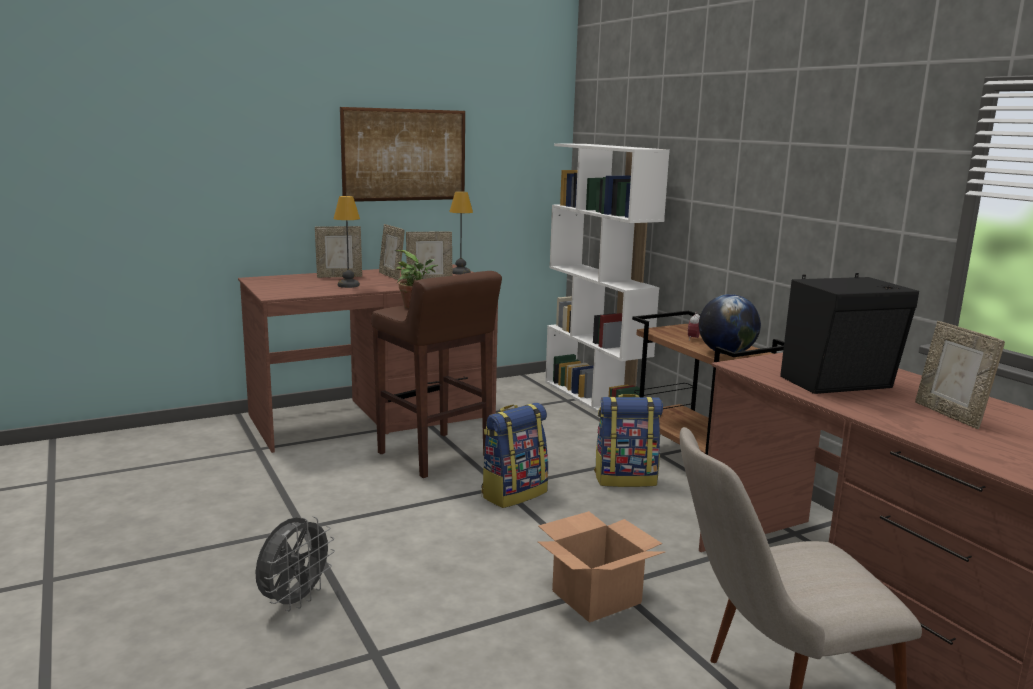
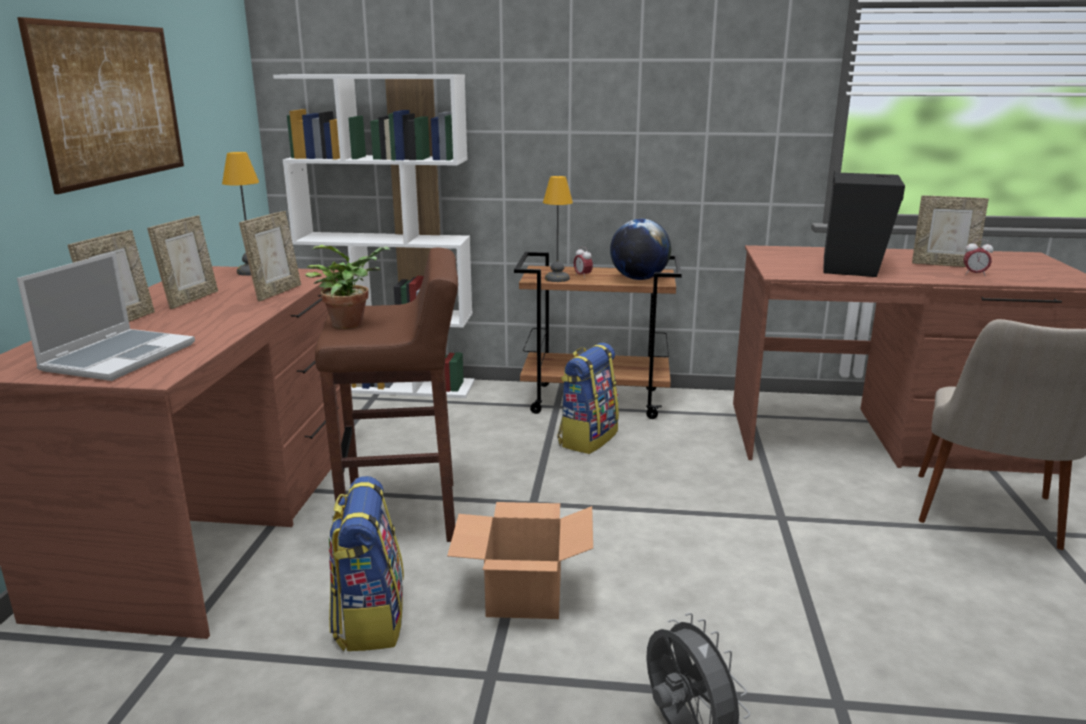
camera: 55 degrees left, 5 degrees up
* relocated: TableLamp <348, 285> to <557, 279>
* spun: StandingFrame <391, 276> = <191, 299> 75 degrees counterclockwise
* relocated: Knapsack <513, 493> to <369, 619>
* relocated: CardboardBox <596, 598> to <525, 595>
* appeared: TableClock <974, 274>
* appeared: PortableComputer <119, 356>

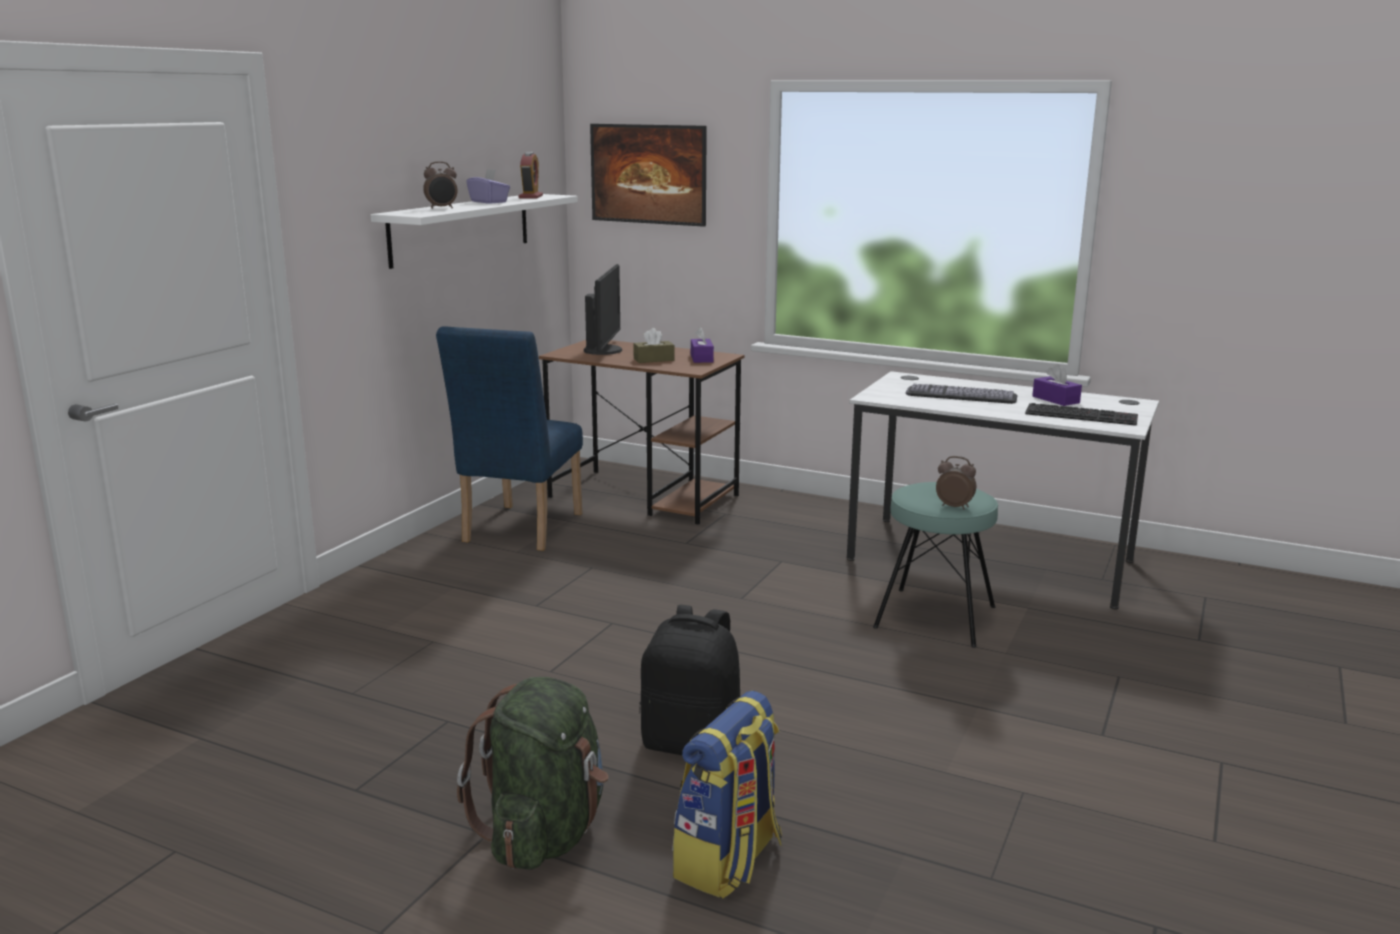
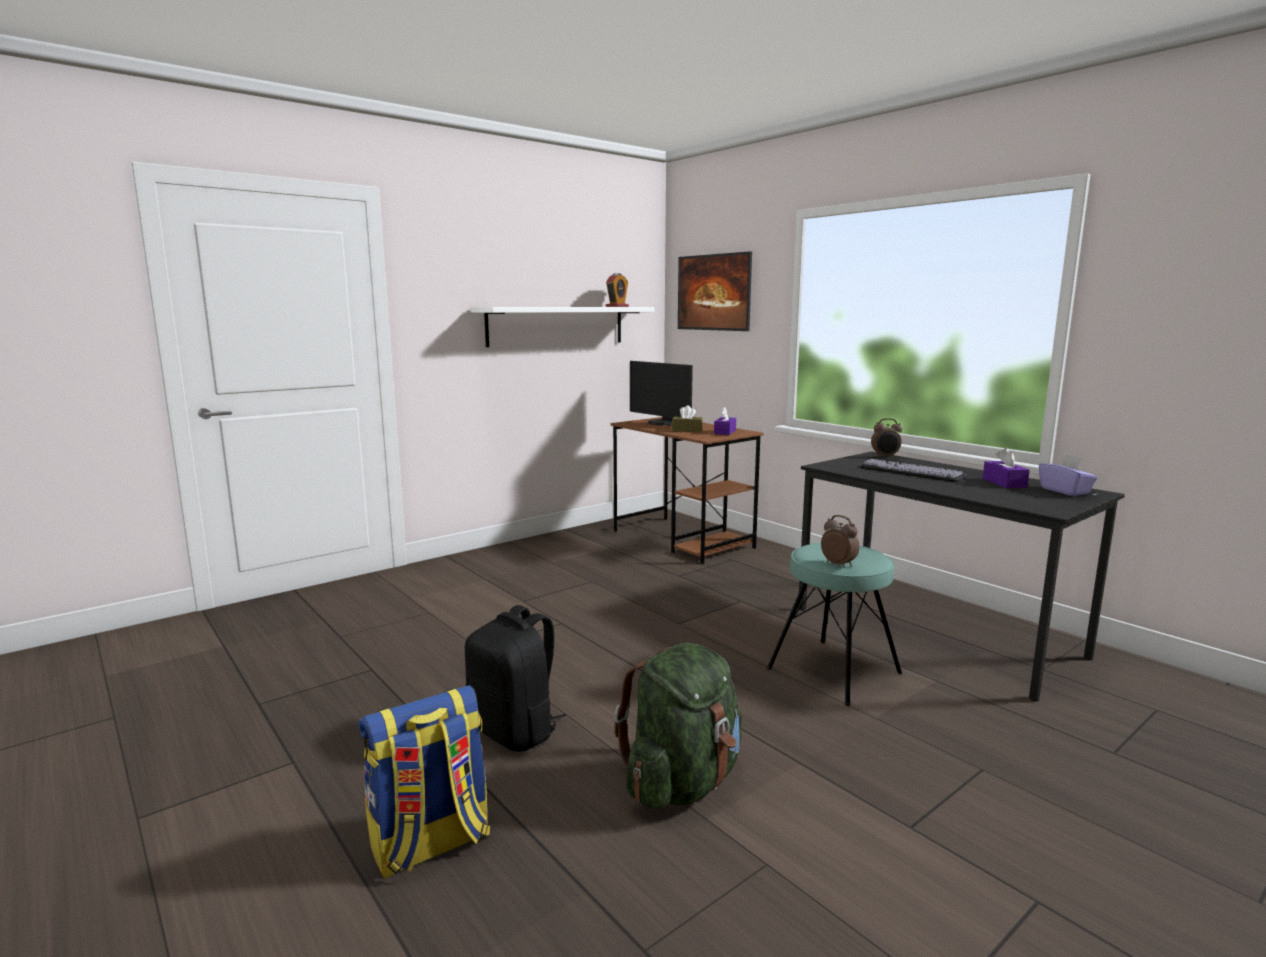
camera: 25 degrees right, 5 degrees down
* relocated: TableClock <442, 208> to <885, 457>
* relocated: PurplishTissueHolder <489, 202> to <1065, 491>
* spun: ComputerScreen <604, 350> = <661, 423> 105 degrees clockwise
* missing: BlueColouredChair <518, 531>
* colour: WhitishDesk <990, 560> to BlackishDesk <934, 632>
* missing: PcKeyboard <1082, 415>
* relocated: GreenColouredKnapsack <544, 834> to <682, 782>

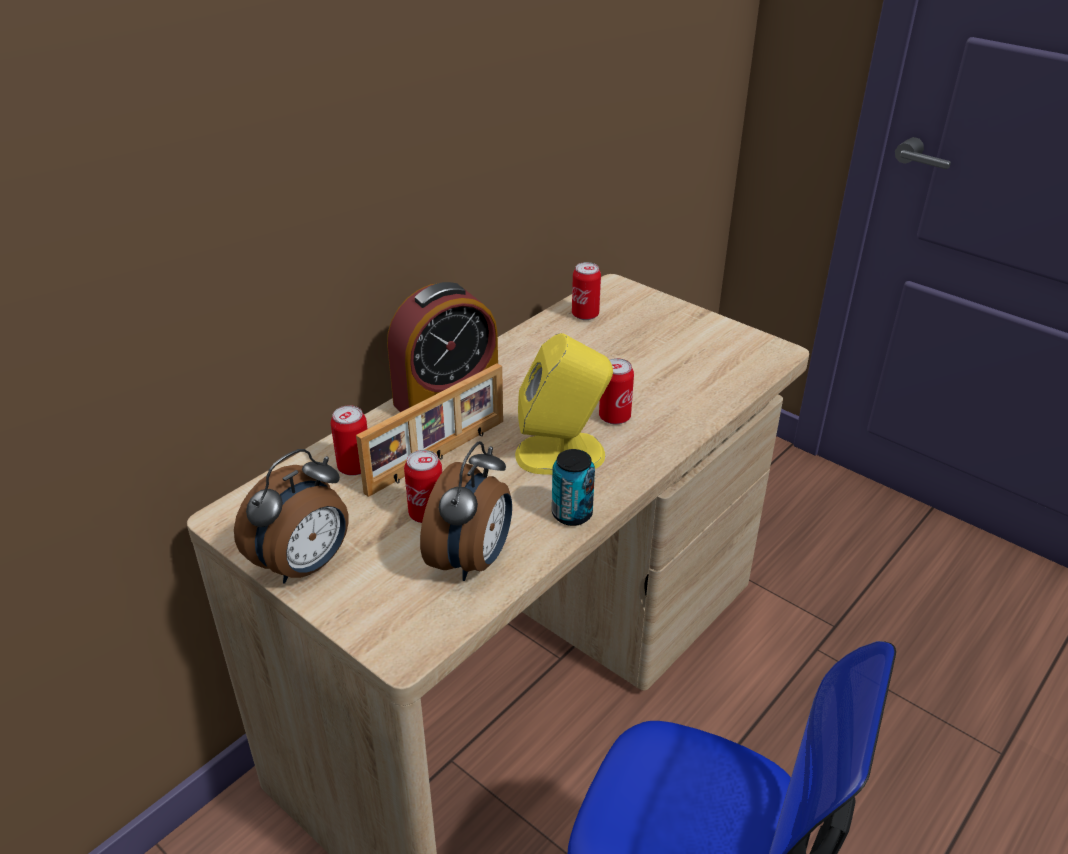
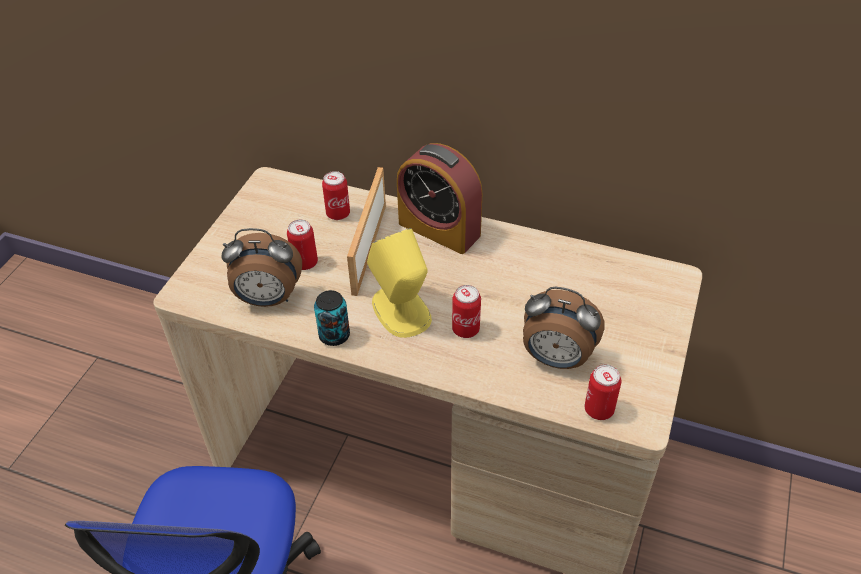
camera: 70 degrees right, 10 degrees up
* relocated: Can <585, 315> to <599, 409>
* spun: StandingFrame <438, 457> = <367, 248> 75 degrees clockwise
* relocated: TableClock <305, 566> to <556, 359>

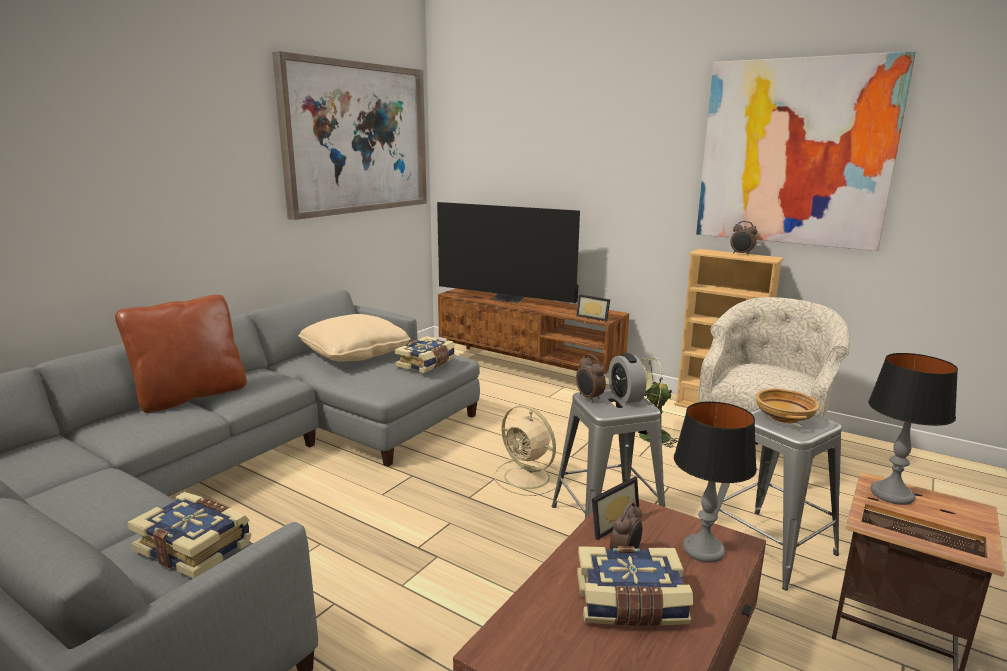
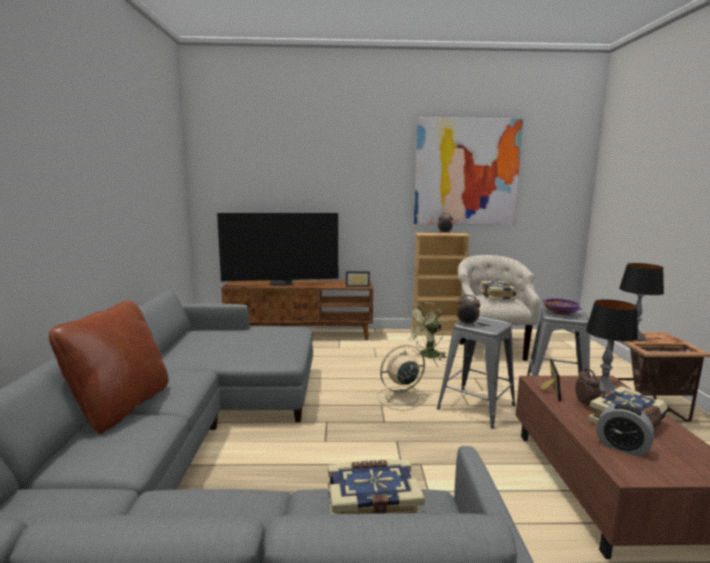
camera: 35 degrees left, 5 degrees down
* missing: Picture <357, 138>
* missing: BeigeColouredCushion <355, 354>
* relocated: BoundBook <427, 363> to <497, 297>
* relocated: TableClock <625, 396> to <622, 447>
* colour: BeigeColouredBowl <784, 417> to PurplishBowl <560, 313>
* spun: BeigeColouredFan <528, 478> = <400, 398> 150 degrees clockwise

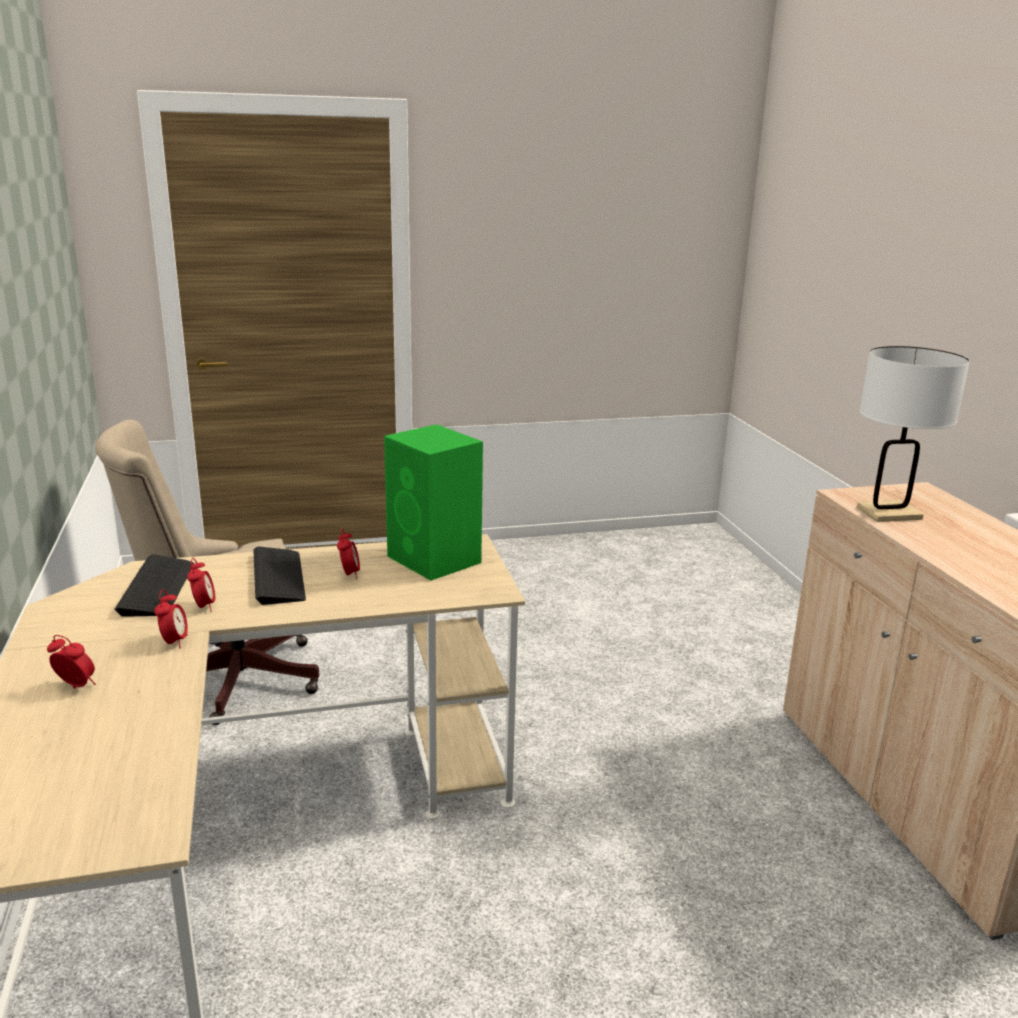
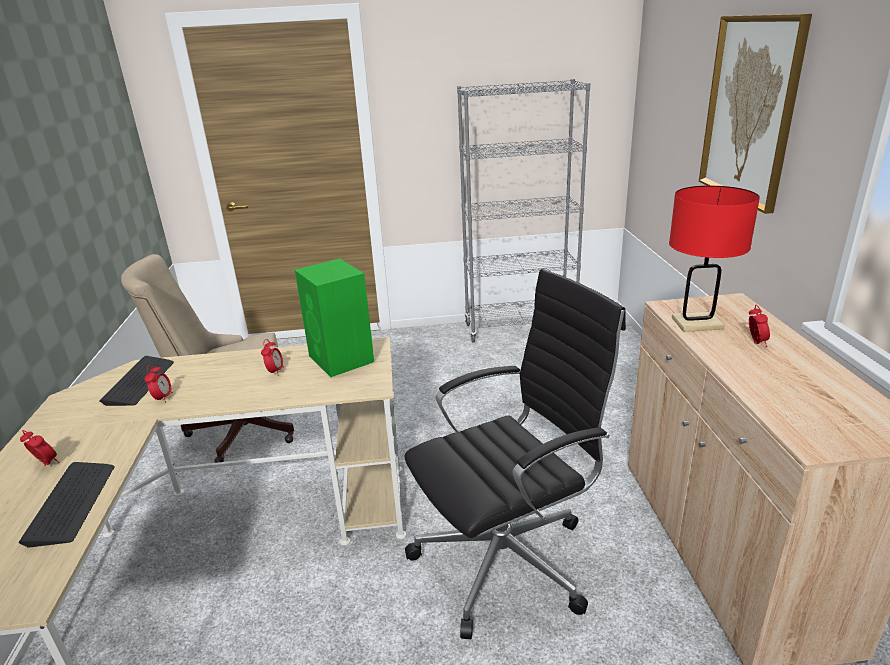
camera: 10 degrees right, 5 degrees up
* colour: WhitishTableLamp <889, 513> to RedTableLamp <697, 323>
* relocated: PcKeyboard <278, 577> to <72, 503>
* relocated: TableClock <174, 642> to <755, 343>
* appeared: Picture <750, 110>
* appeared: GreyBookshelf <520, 329>
* appeared: BlackishOfficeChair <508, 559>

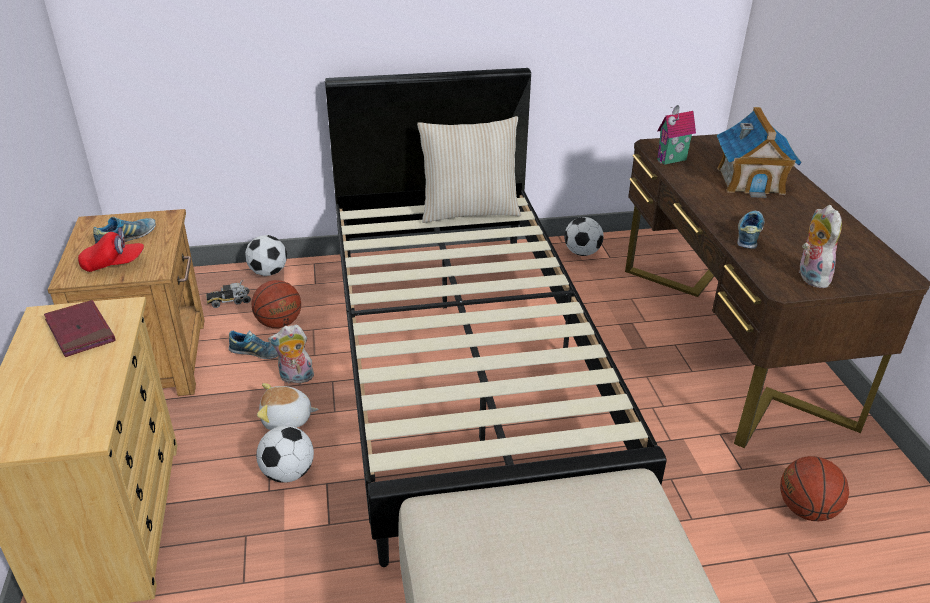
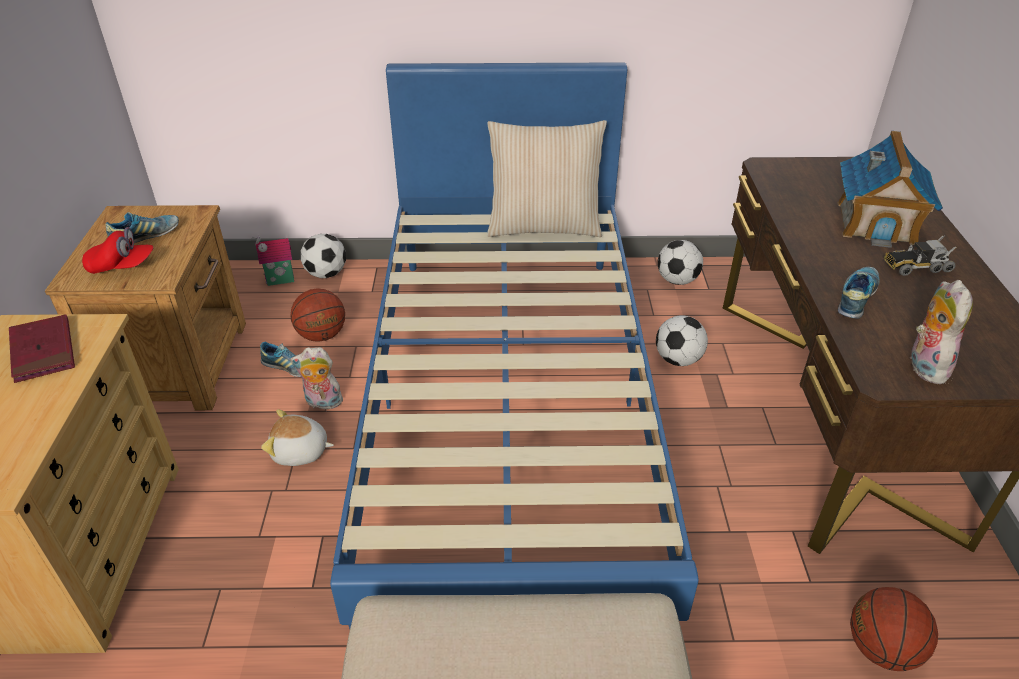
camera: 10 degrees right, 5 degrees up
* colour: BlackishSleepingBed <464, 366> to BlueColouredSleepingBed <509, 408>
* relocated: ModelHouse <672, 161> to <280, 281>
* relocated: ToyLorry <229, 301> to <916, 267>
* relocated: Football <288, 473> to <678, 359>

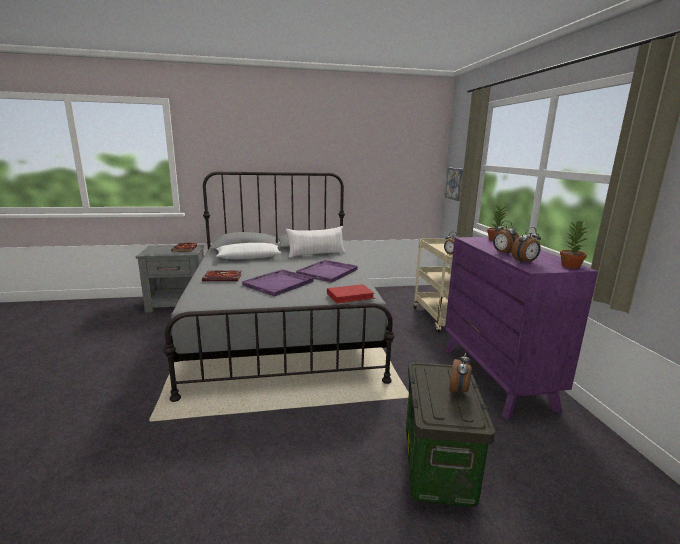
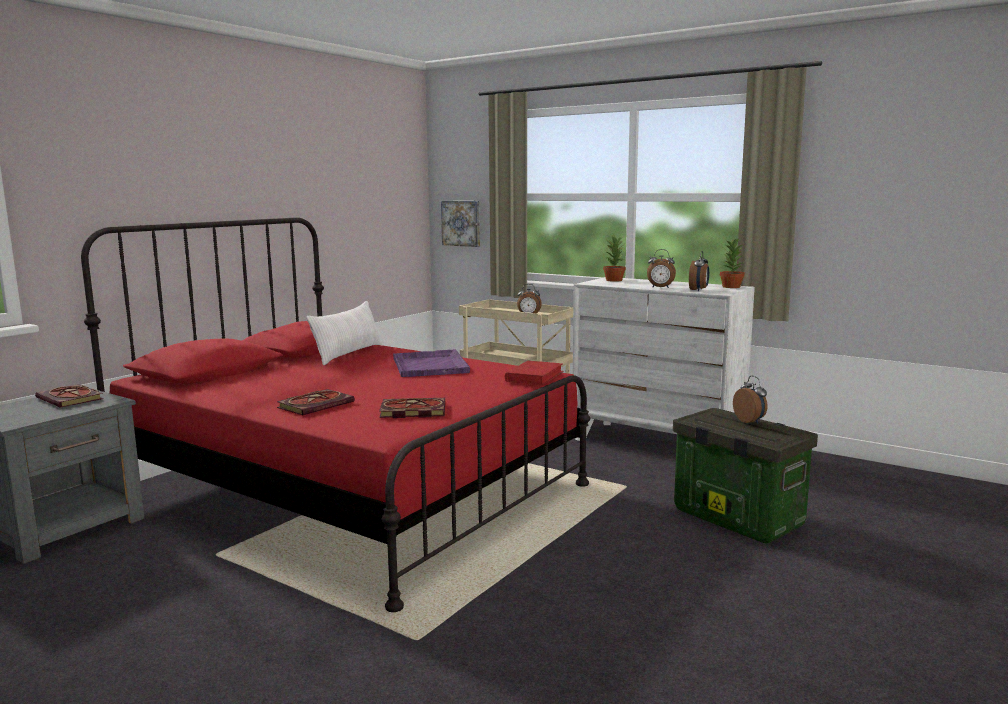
camera: 45 degrees left, 5 degrees down
* colour: GreySleepingBed <281, 329> to RedSleepingBed <350, 490>
* colour: PurplishDresser <496, 377> to WhitishDresser <656, 443>
* missing: WhitishCushion <249, 257>
* missing: PurplishServingTray <279, 283>
* appeared: BoundBook <411, 411>

